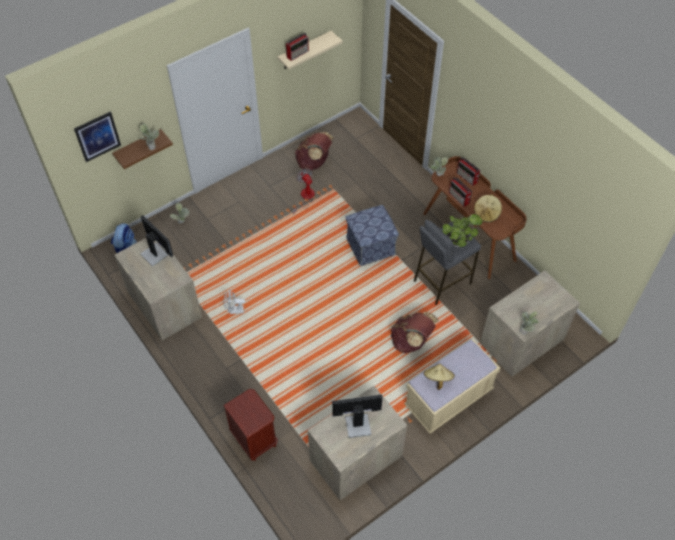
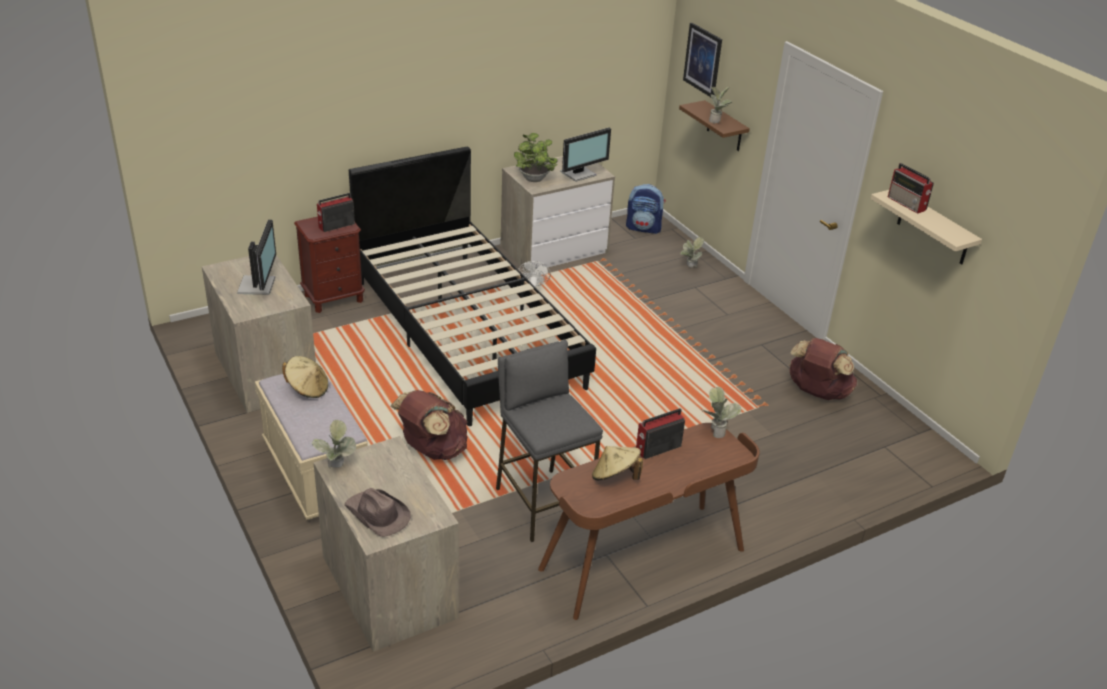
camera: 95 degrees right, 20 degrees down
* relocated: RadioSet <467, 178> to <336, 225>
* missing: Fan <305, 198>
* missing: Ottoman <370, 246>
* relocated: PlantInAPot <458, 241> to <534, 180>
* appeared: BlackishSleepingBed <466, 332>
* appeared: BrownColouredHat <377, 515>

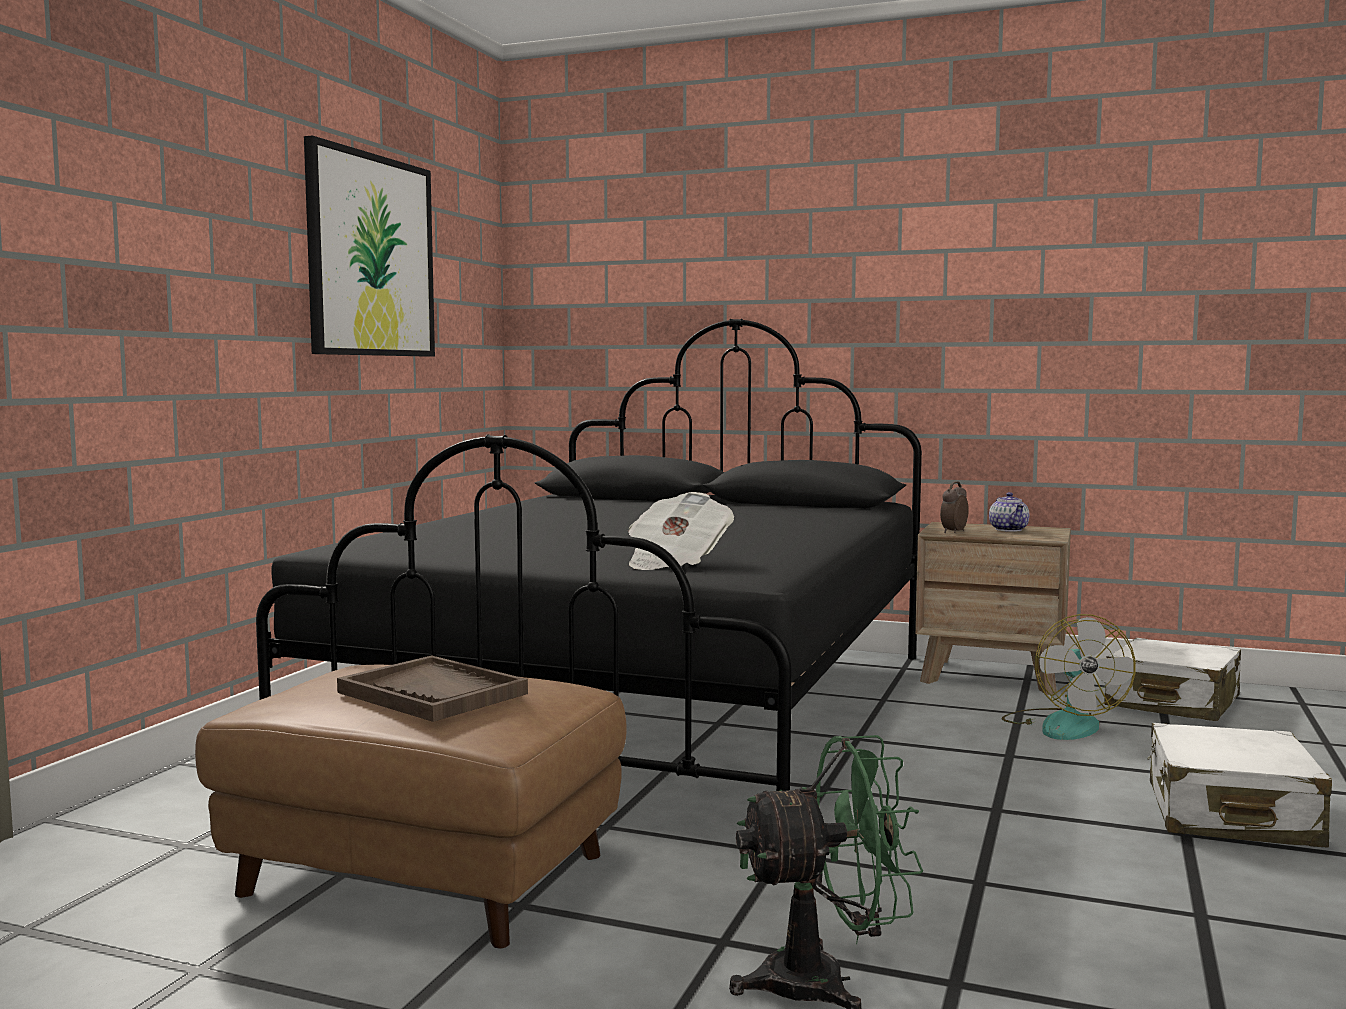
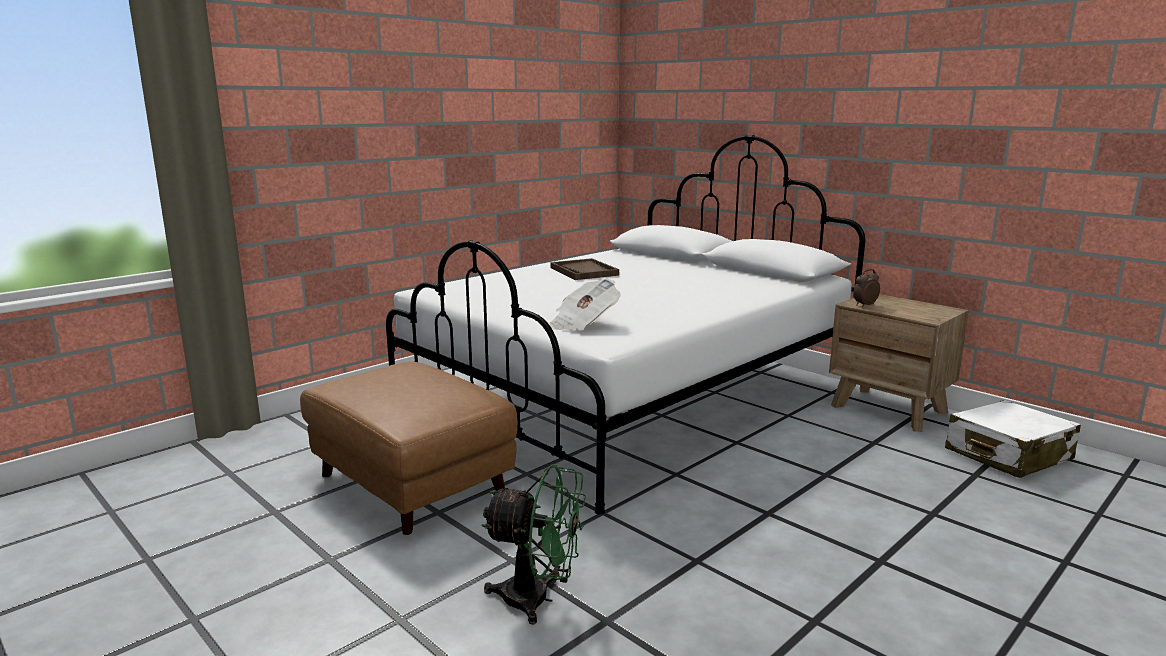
camera: 25 degrees right, 10 degrees up
* missing: Picture <371, 256>
* colour: BlackishSleepingBed <647, 709> to WhitishSleepingBed <631, 397>
* missing: TeaPot <1008, 529>
* missing: Fan <1063, 724>
* relocated: BrownColouredServingTray <433, 693> to <584, 271>
* missing: WhitishSuitcase <1230, 815>

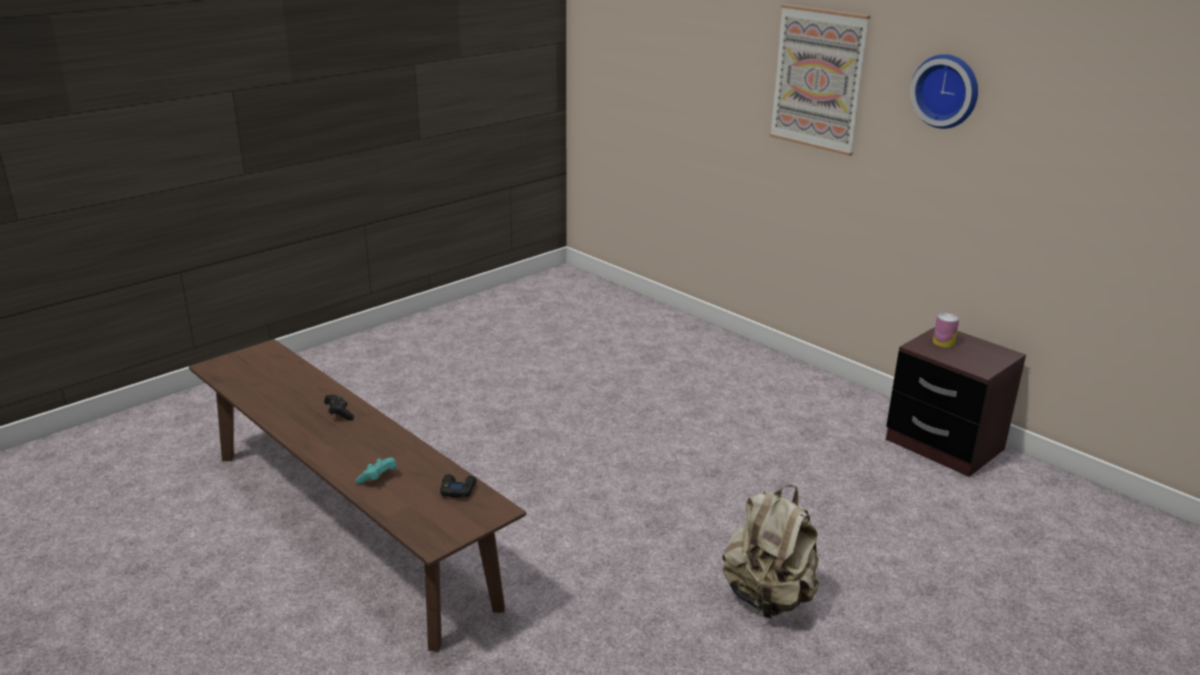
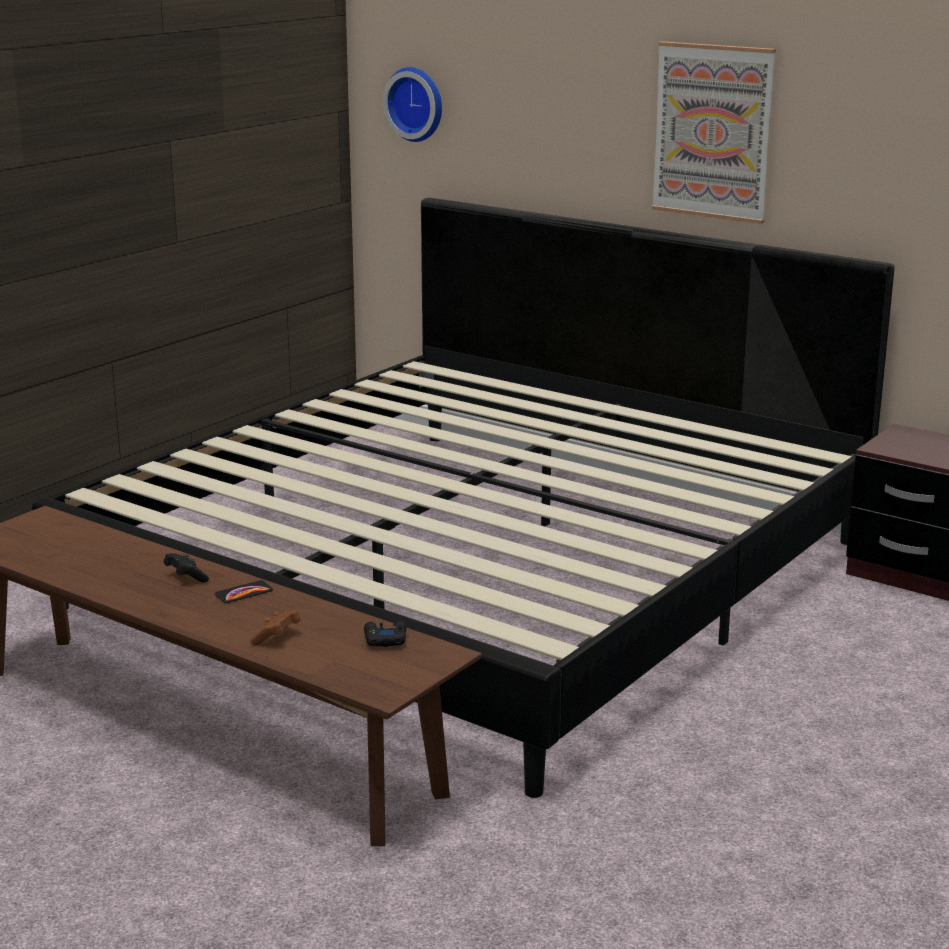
camera: 10 degrees left, 5 degrees down
* relocated: HangingClock <946, 90> to <416, 104>
* missing: Can <943, 342>
* colour: TurquoiseColouredGameController <378, 478> to BrownColouredGameController <277, 638>
* missing: BeigeColouredKnapsack <768, 597>
* appeared: SleepingBed <475, 573>
* appeared: Handset <244, 593>

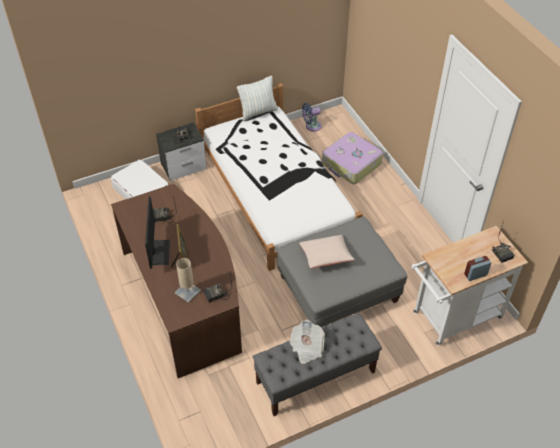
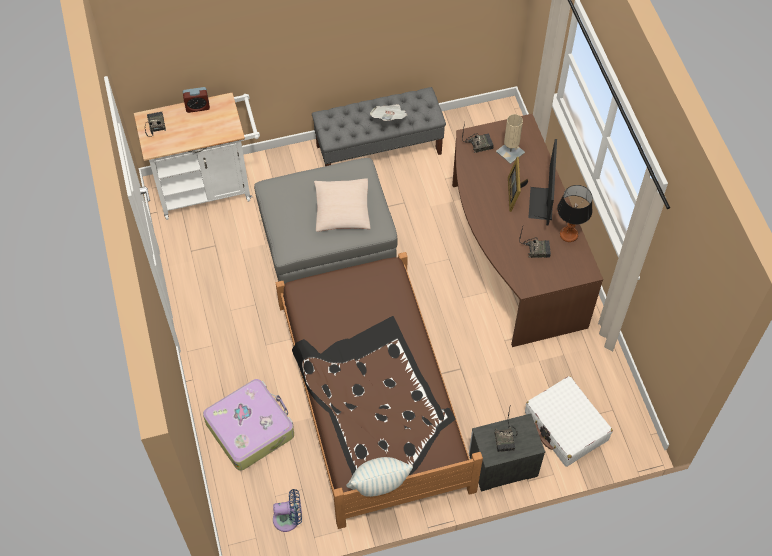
camera: 170 degrees left, 10 degrees up
* colour: WhitishSleepingBed <275, 192> to BrownColouredSleepingBed <373, 395>
* appeared: TableLamp <569, 235>

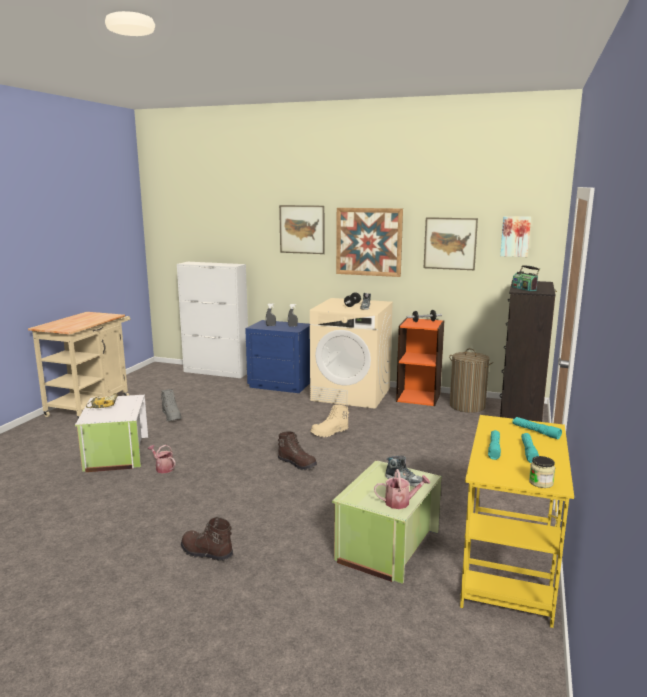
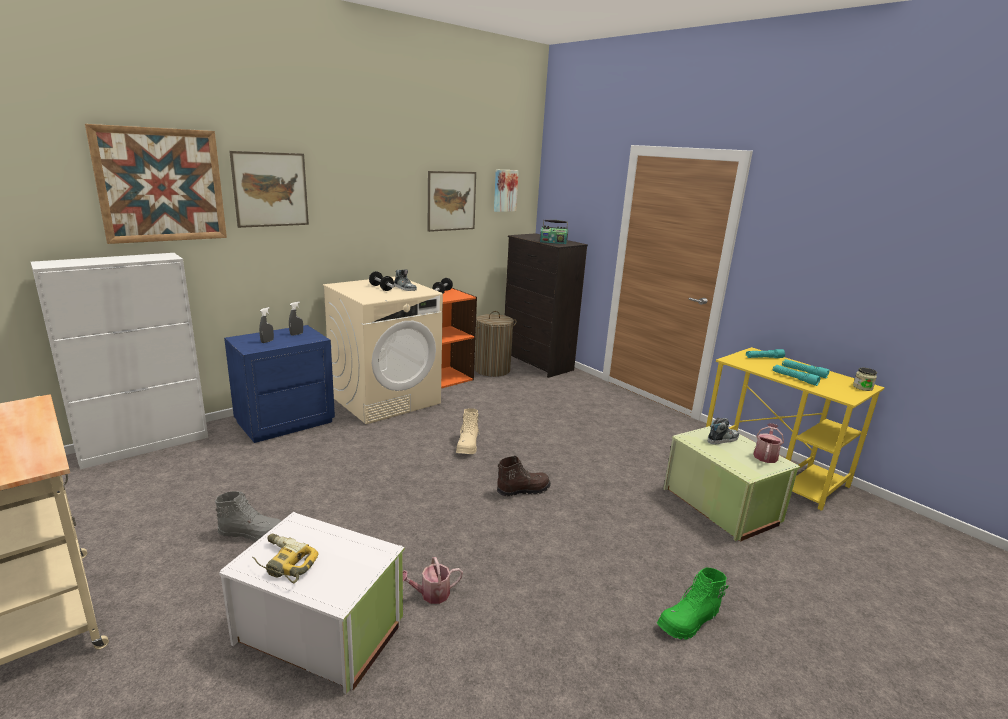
camera: 60 degrees left, 5 degrees up
* relocated: Picture <369, 242> to <161, 185>
* colour: BrownColouredBoot <206, 553> to GreenColouredBoot <689, 622>

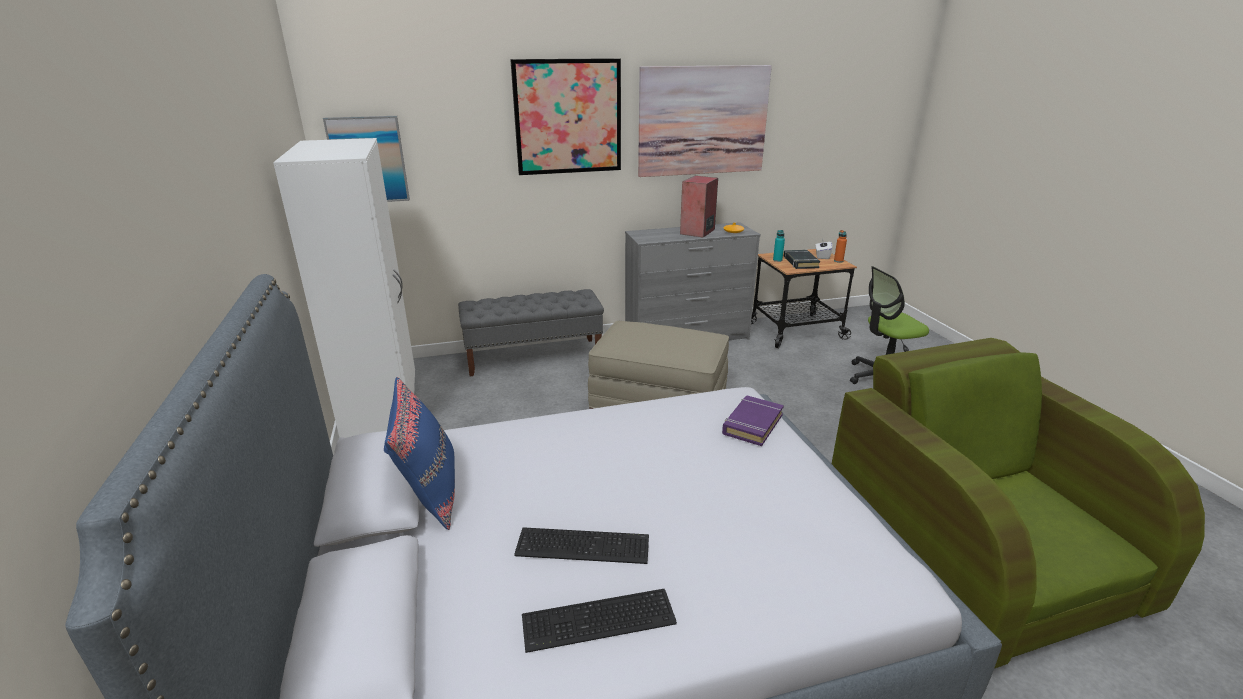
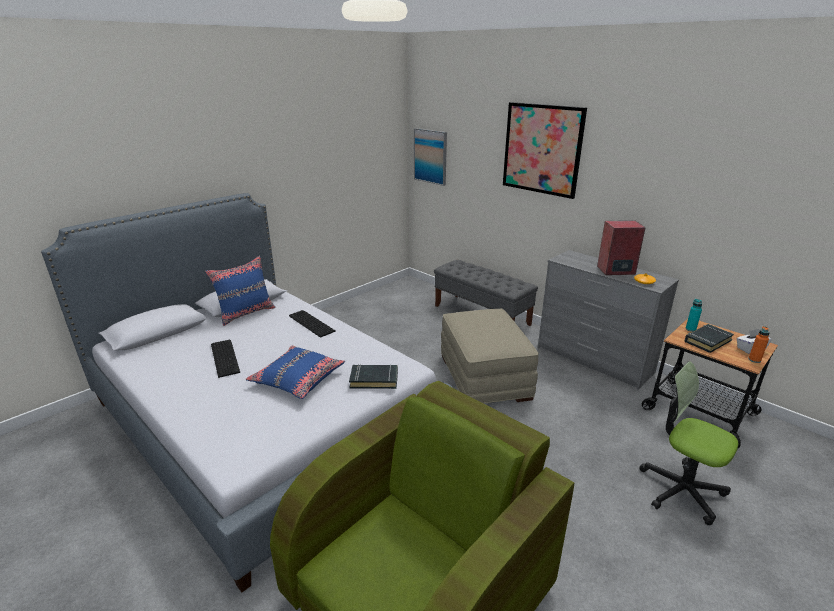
camera: 60 degrees right, 0 degrees up
* missing: Picture <703, 121>
* missing: WhitishWardrobe <383, 409>
* colour: PurplishBoundBook <752, 424> to BlackishBoundBook <374, 379>
* relocated: PcKeyboard <600, 621> to <311, 324>
* appeared: BlueColouredCushion <298, 379>

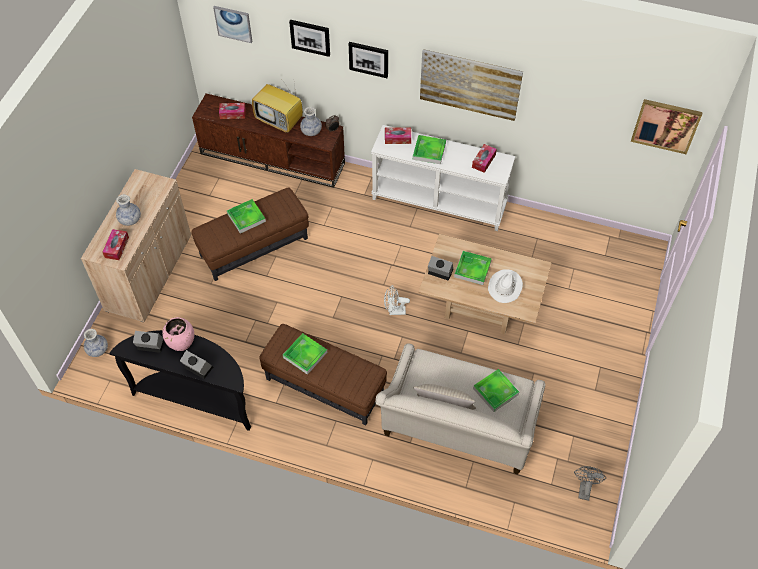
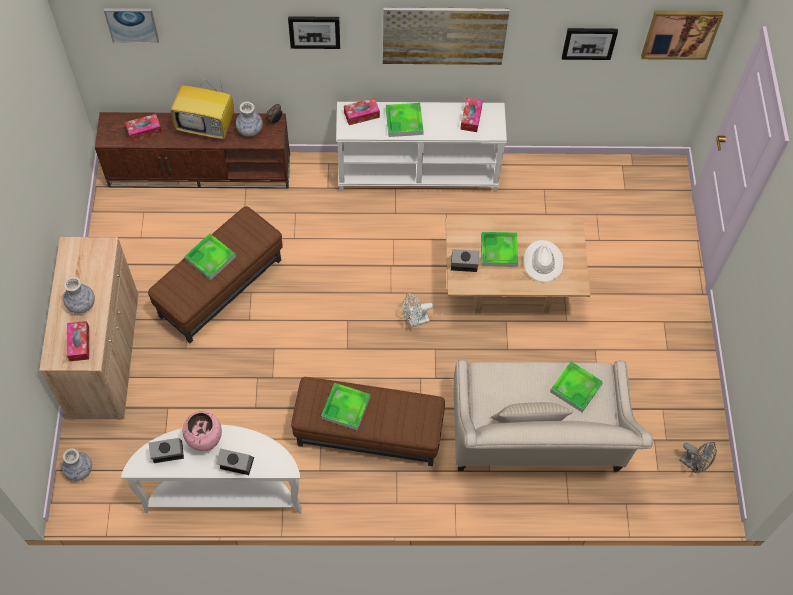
camera: 20 degrees left, 5 degrees up
* relocated: Picture <310, 37> to <589, 42>
* colour: BlackishHallTable <197, 398> to WhitishHallTable <224, 492>
* spun: GreyFan <584, 488> = <694, 464> 135 degrees clockwise

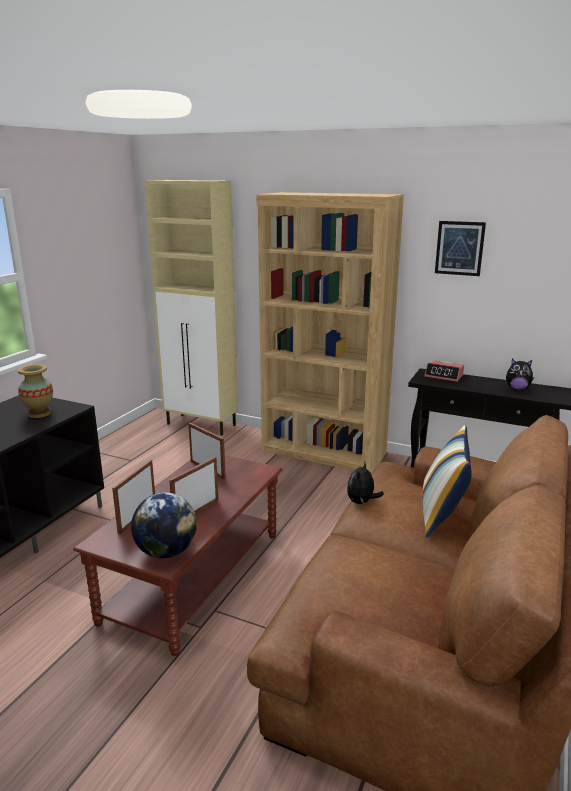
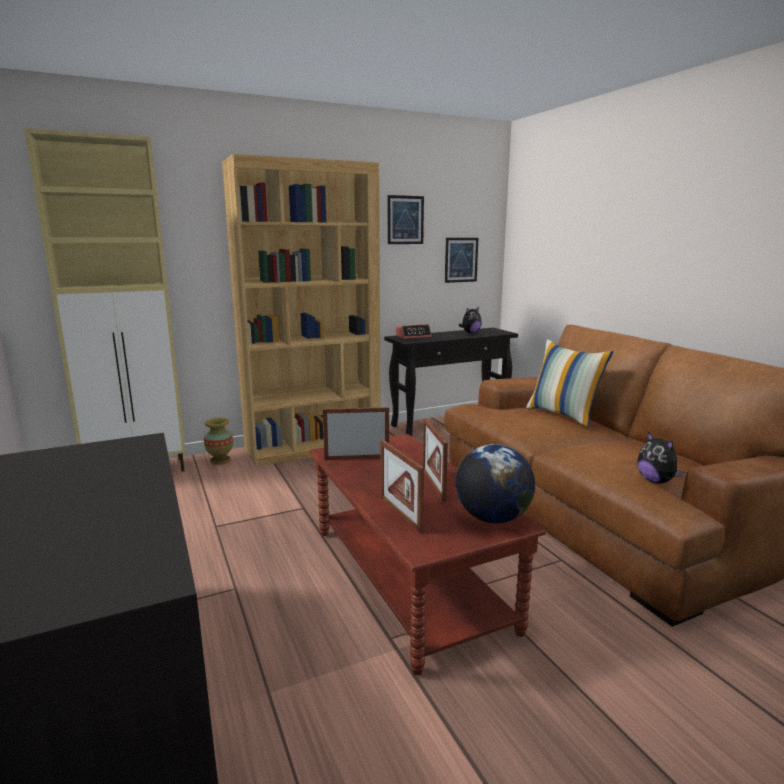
camera: 50 degrees left, 5 degrees down
* relocated: FlowerVase <39, 413> to <220, 460>
* relocated: CuddlyToy <362, 502> to <656, 481>
* appeared: Picture <461, 260>

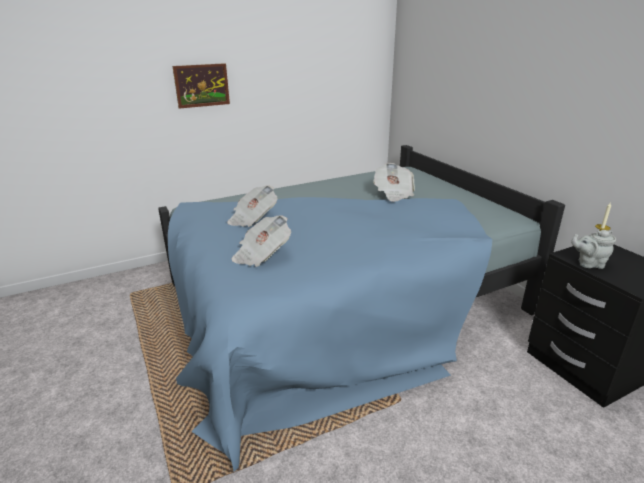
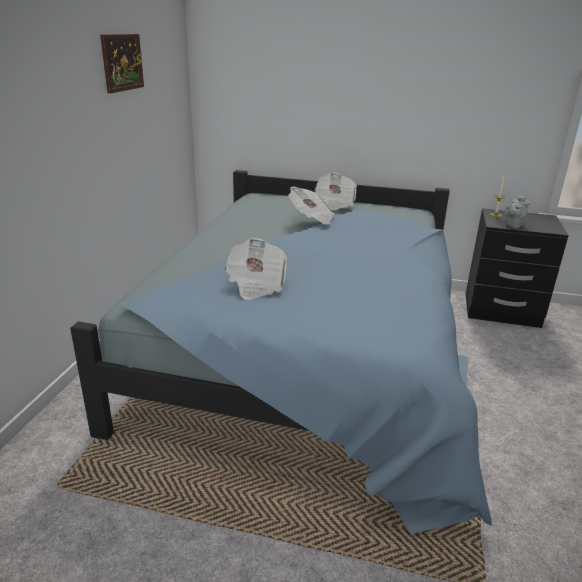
camera: 50 degrees left, 0 degrees up
* relocated: Picture <202, 85> to <122, 62>
* relocated: Newspaper <261, 255> to <335, 203>

